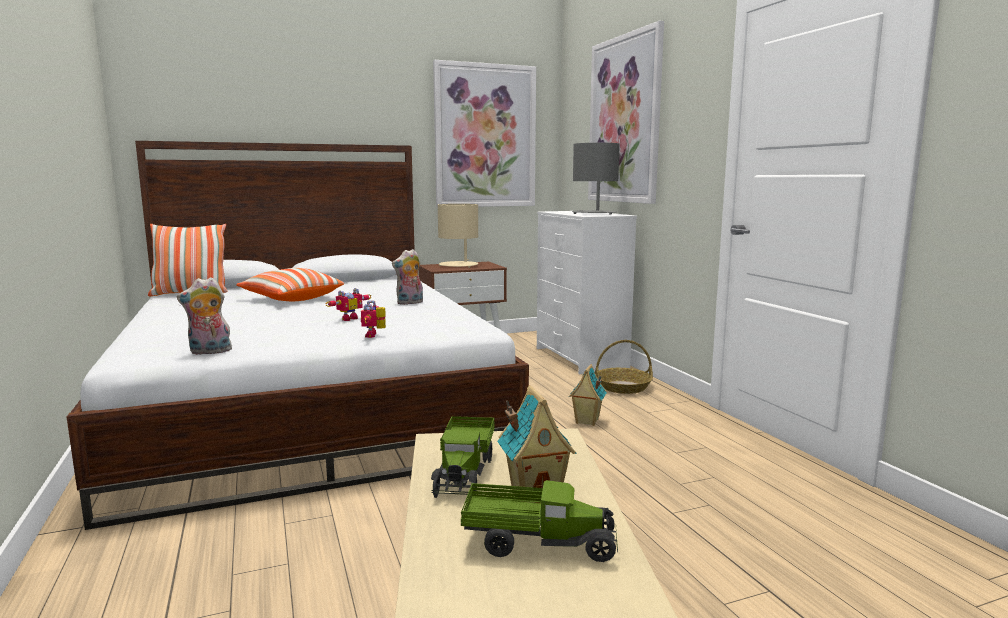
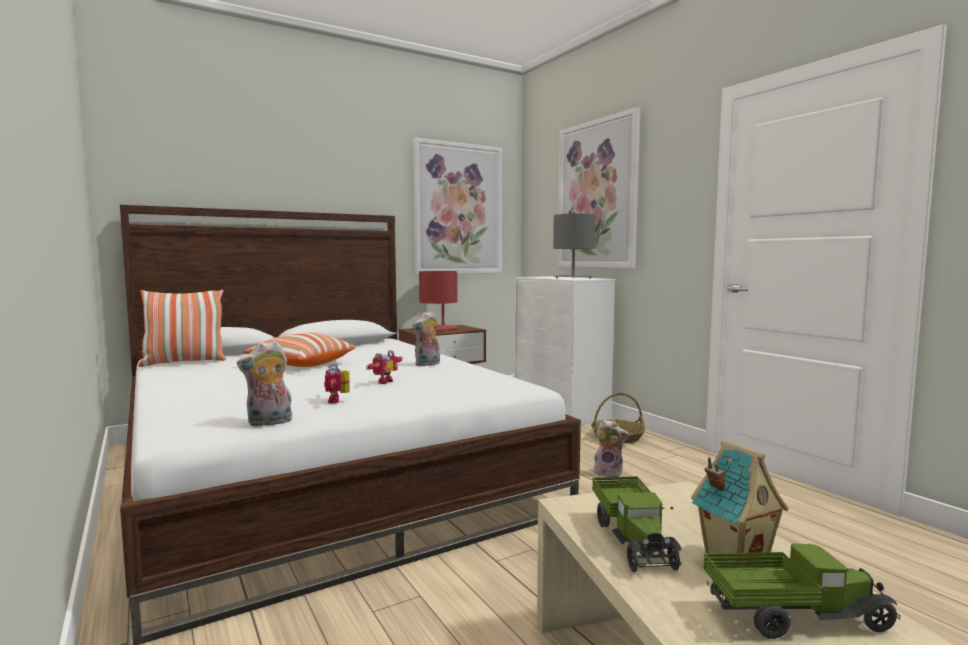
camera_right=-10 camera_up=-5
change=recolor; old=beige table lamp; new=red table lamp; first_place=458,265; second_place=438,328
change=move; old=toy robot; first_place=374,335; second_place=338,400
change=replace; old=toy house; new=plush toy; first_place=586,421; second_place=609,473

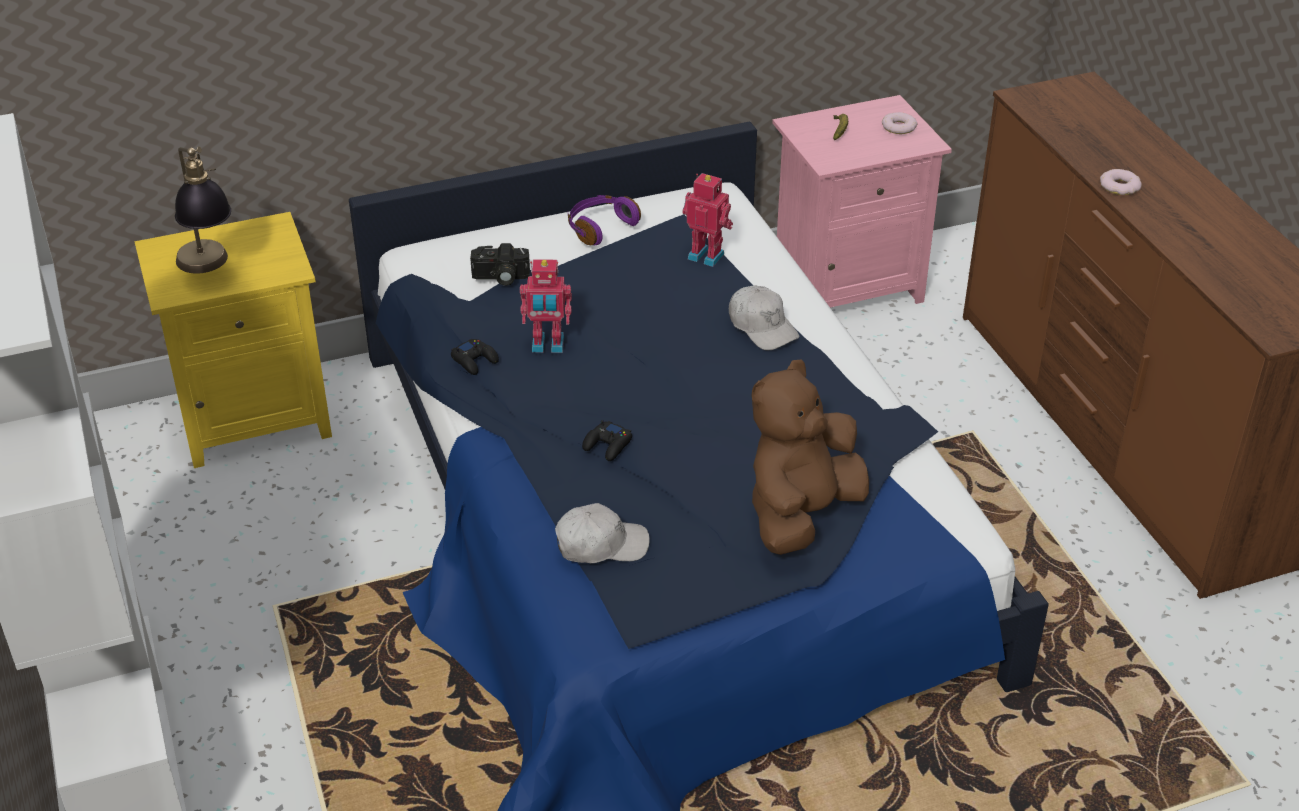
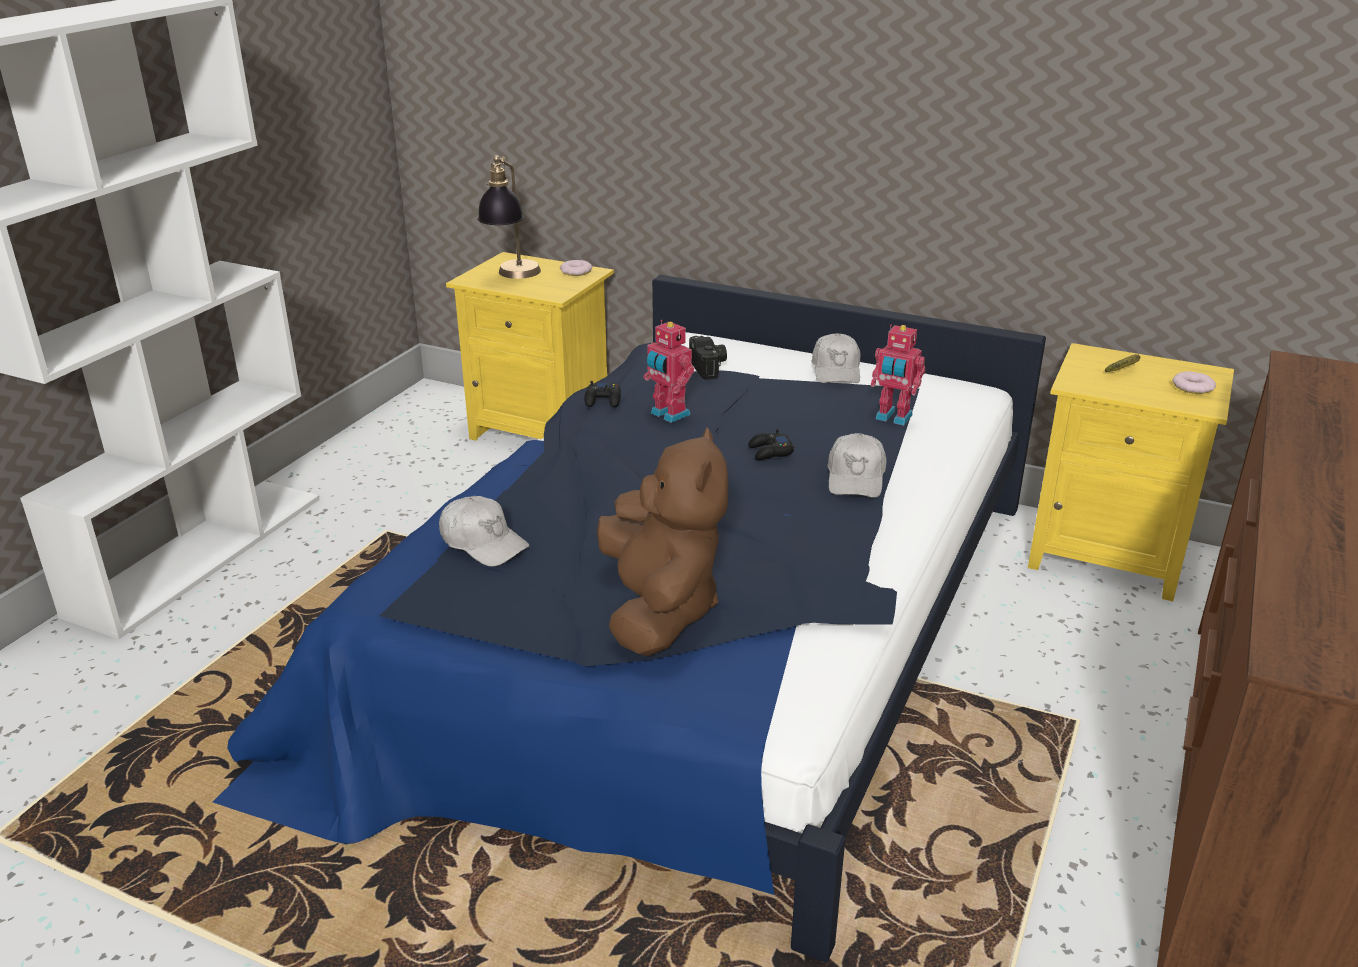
camera_right=45 camera_up=-10
change=recolor; old=pink nightstand; new=yellow nightstand; first_place=846,287; second_place=1106,556
change=move; old=donut; first_place=1120,186; second_place=576,272
change=rotate; old=toy robot; first_place=707,255; second_place=893,418; degrees=135
change=replace; old=purple headphones; new=white cap; first_place=600,227; second_place=836,370
change=rotate; old=photo camera; first_place=500,278; second_place=709,367; degrees=-150
change=rotate; old=brown plush toy; first_place=801,515; second_place=659,610; degrees=90
change=move; old=black game controller; first_place=608,445; second_place=770,452

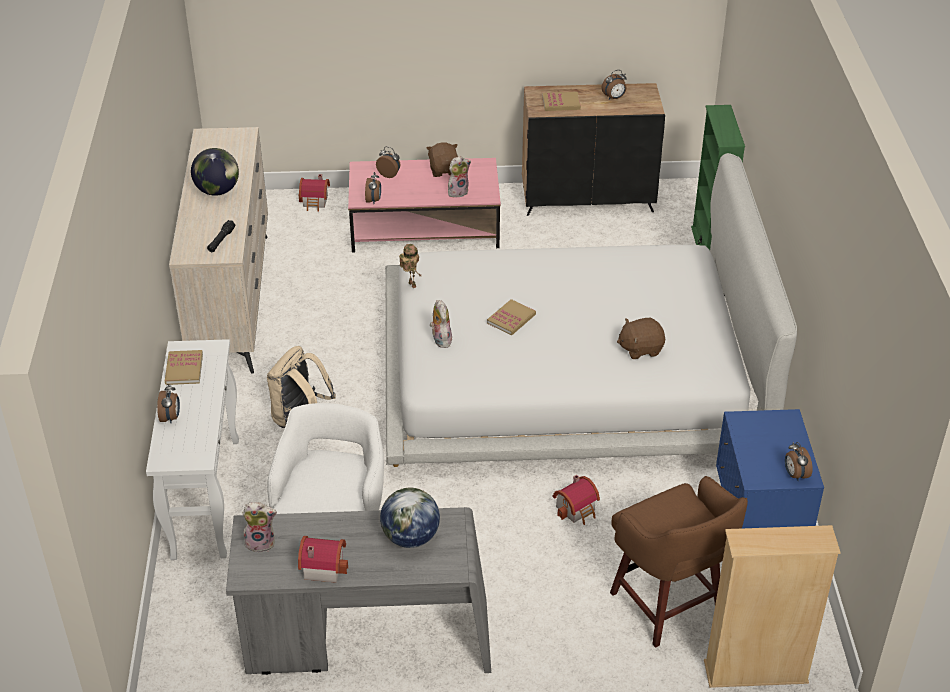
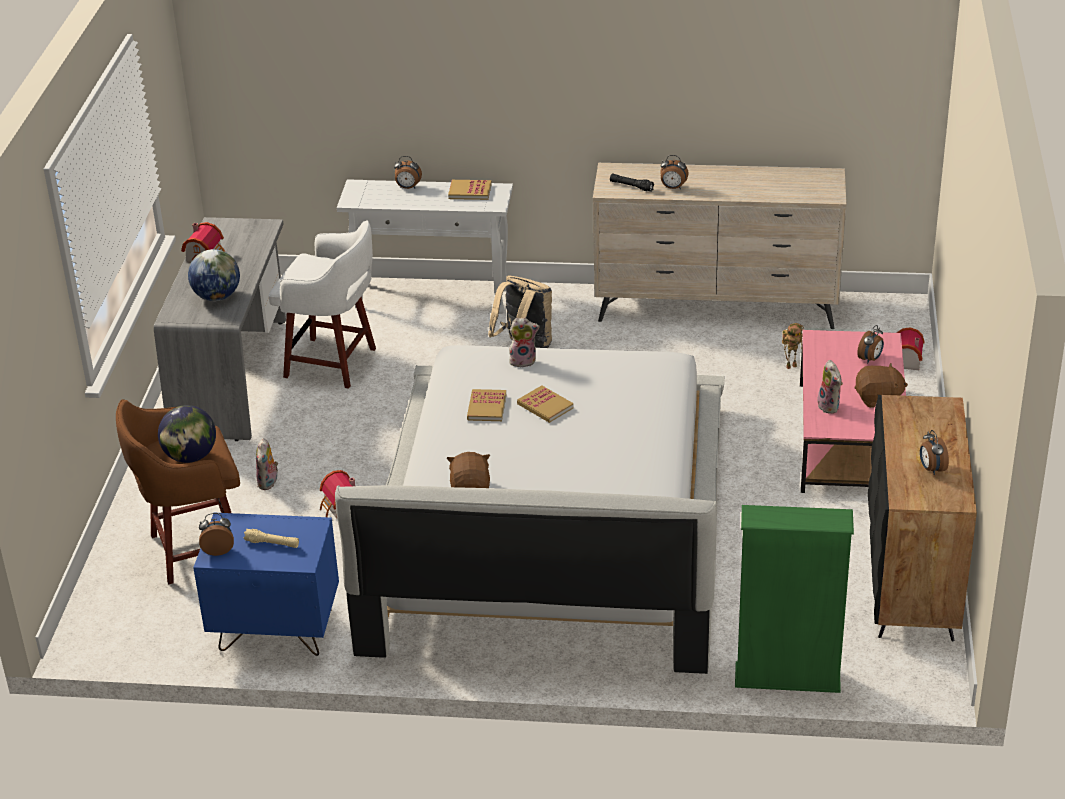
camera_right=100 camera_up=-5
change=move; old=book; first_place=561,103; second_place=486,407
change=move; old=globe; first_place=218,191; second_place=190,457
change=move; old=alarm clock; first_place=374,200; second_place=673,188
change=move; old=toy robot; first_place=410,285; second_place=791,366
change=move; old=plush toy; first_place=261,542; second_place=269,483
change=delete; old=beige bookcase; first_place=755,672
change=insert; new=beige flashlight; second_place=272,543

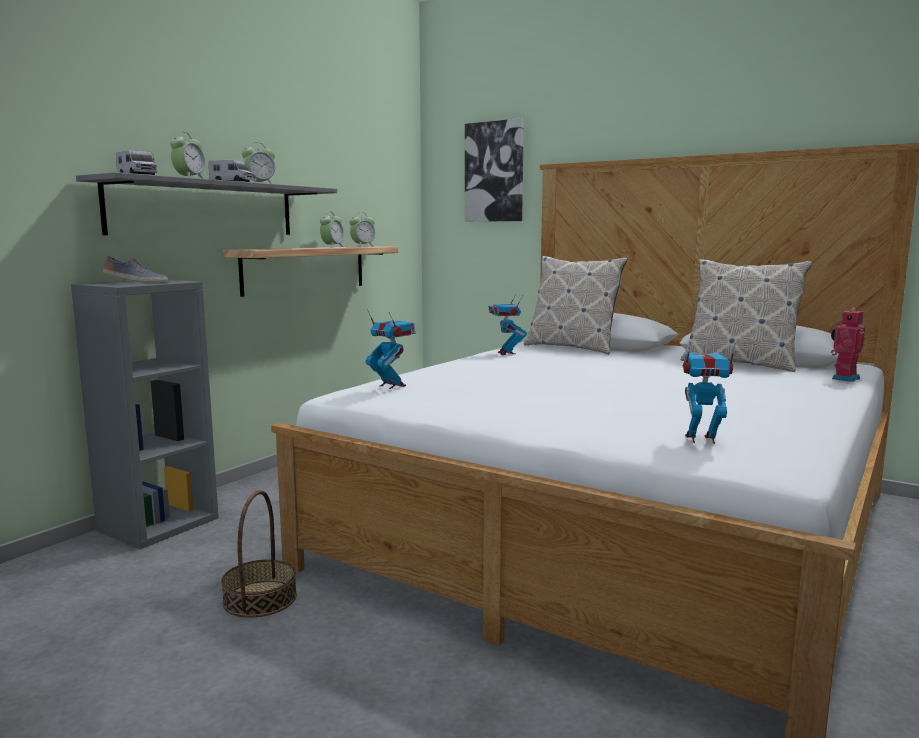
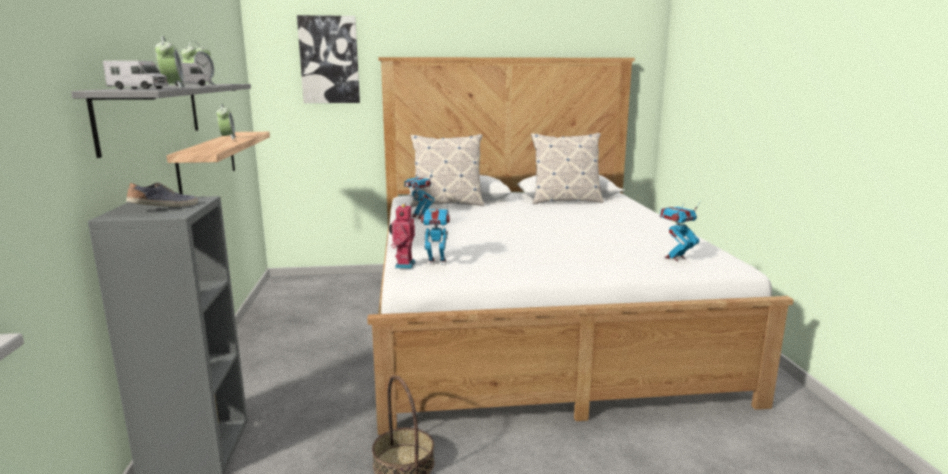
camera_right=-40 camera_up=5
change=delete; old=alarm clock; first_place=363,246
change=move; old=toy robot; first_place=843,378; second_place=403,265

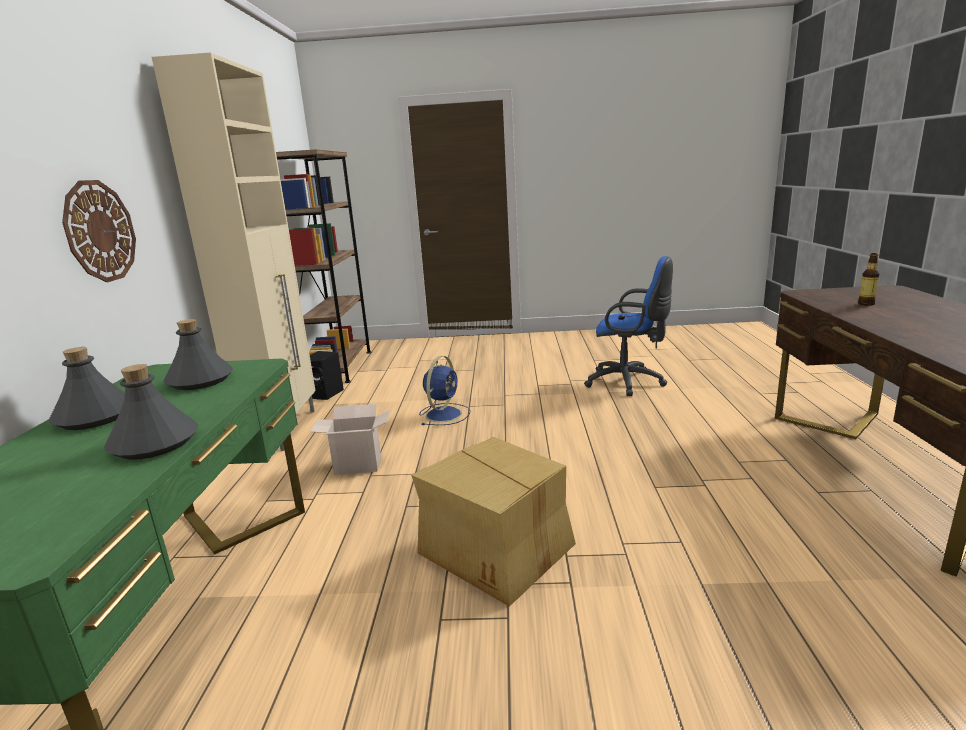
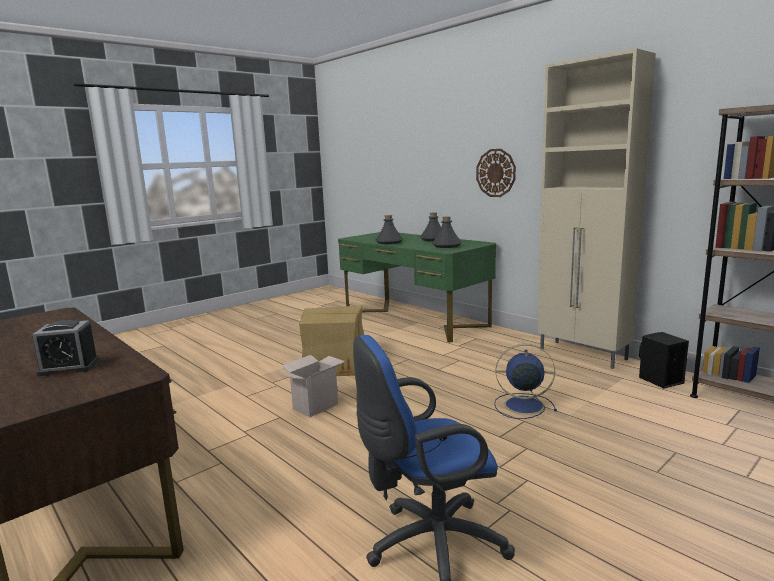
camera_right=135 camera_up=-5
change=replace; old=bottle; new=alarm clock; first_place=866,304; second_place=69,367
change=rotate; old=blue fan; first_place=444,414; second_place=522,405; degrees=120
change=move; old=cardboard box; first_place=356,466; second_place=316,406

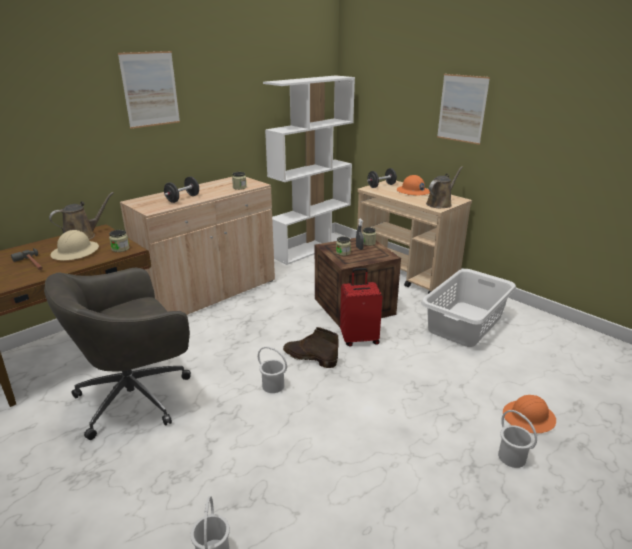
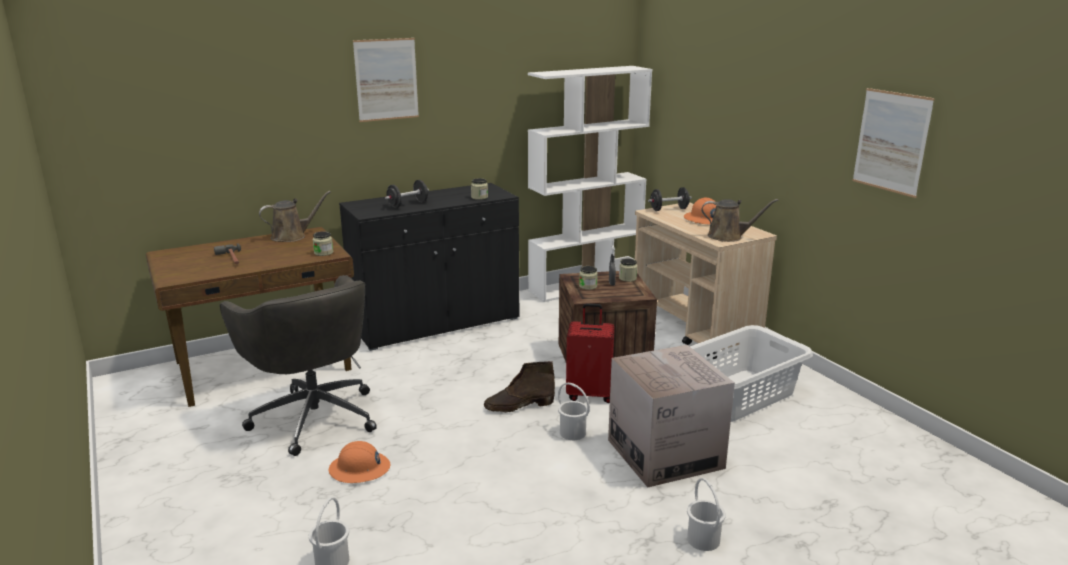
camera_right=15 camera_up=-5
change=move; old=picture; first_place=462,108; second_place=891,142
change=rotate; old=brown watering can; first_place=440,204; second_place=728,237; degrees=45
change=recolor; old=beige cabinet; new=black cabinet; first_place=210,293; second_place=436,323
change=delete; old=beige hard hat; first_place=76,252
change=rotate; old=grey office chair; first_place=137,396; second_place=314,416; degrees=-105
change=rotate; old=brown boot; first_place=309,357; second_place=518,405; degrees=-60
change=move; old=white bucket; first_place=273,385; second_place=573,433
change=move; old=orange hard hat; first_place=529,418; second_place=359,469
change=insert; new=cardboard box; second_place=665,454

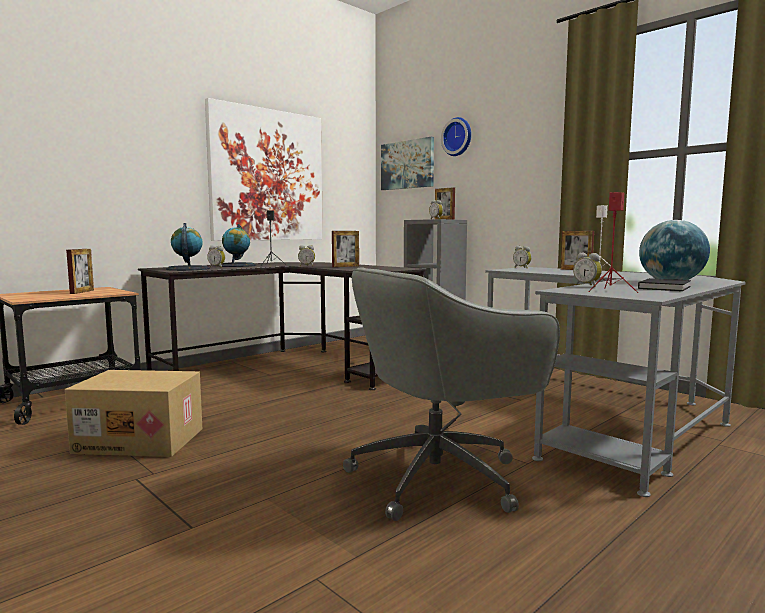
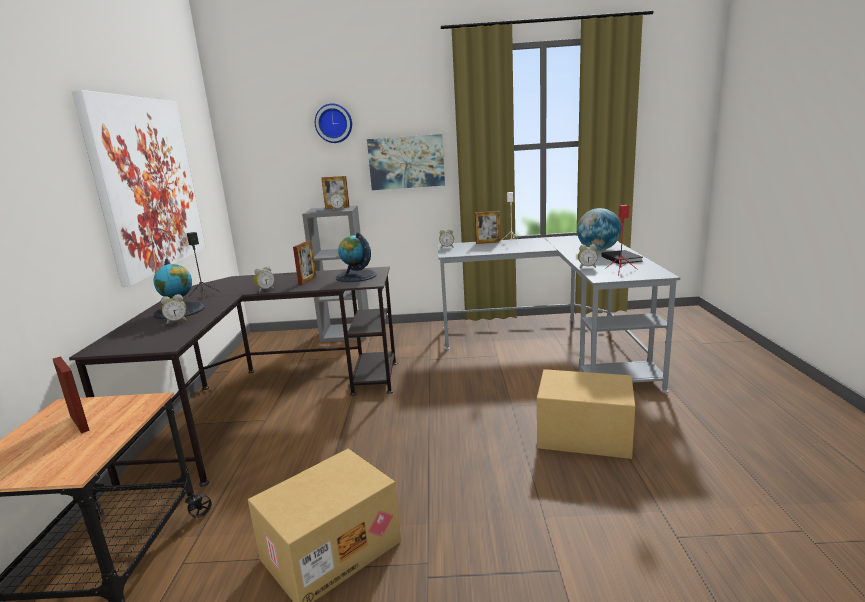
camera_right=-45 camera_up=10
change=move; old=picture; first_place=407,165; second_place=406,162
change=move; old=globe; first_place=187,269; second_place=356,276
change=replace; old=grey office chair; new=cardboard box; first_place=440,477; second_place=583,436

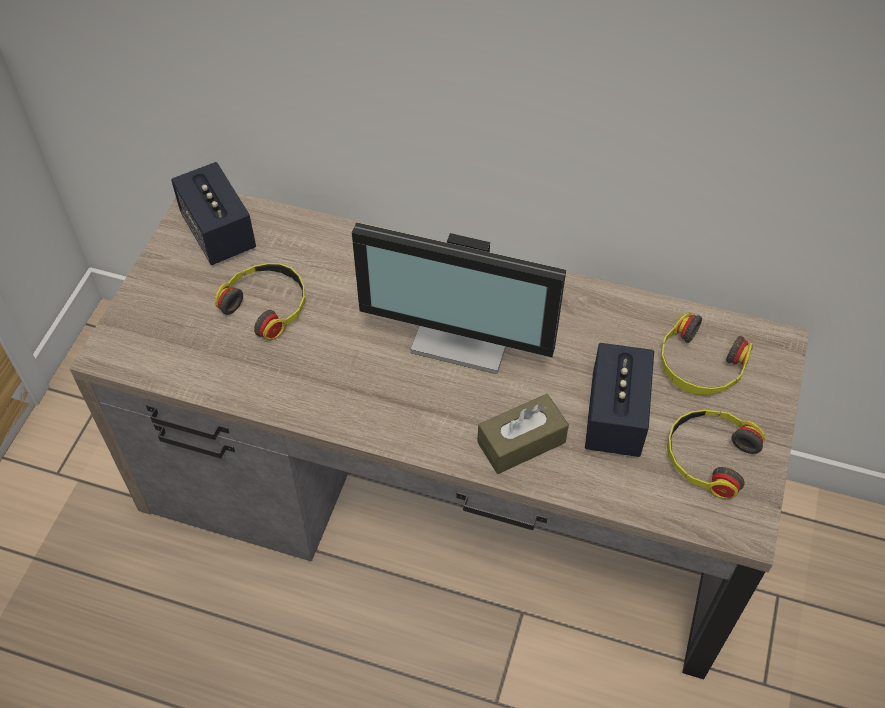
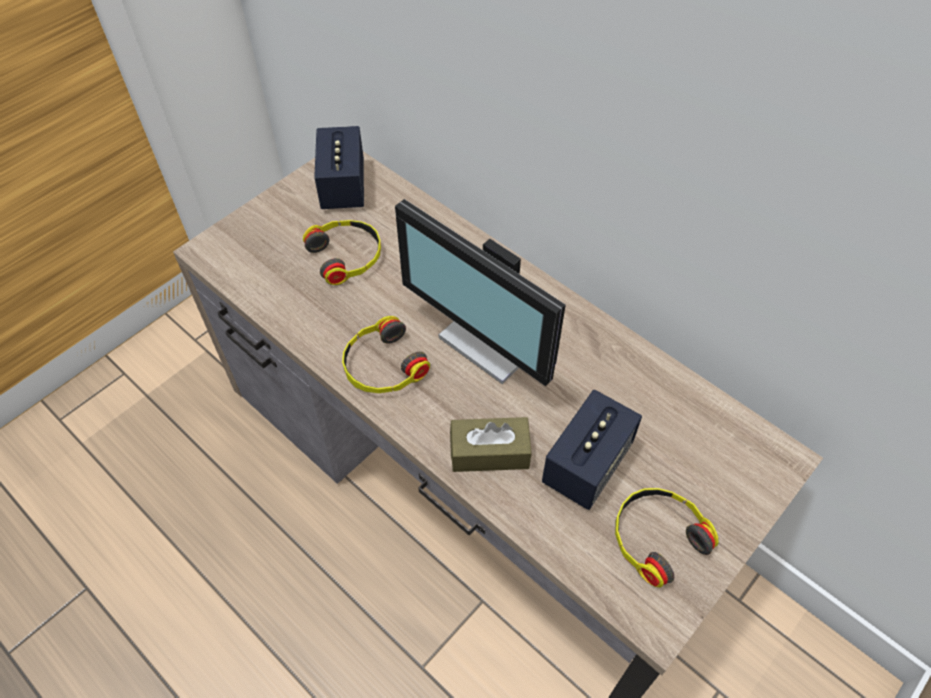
camera_right=25 camera_up=0
change=move; old=headphones; first_place=699,365; second_place=383,366

